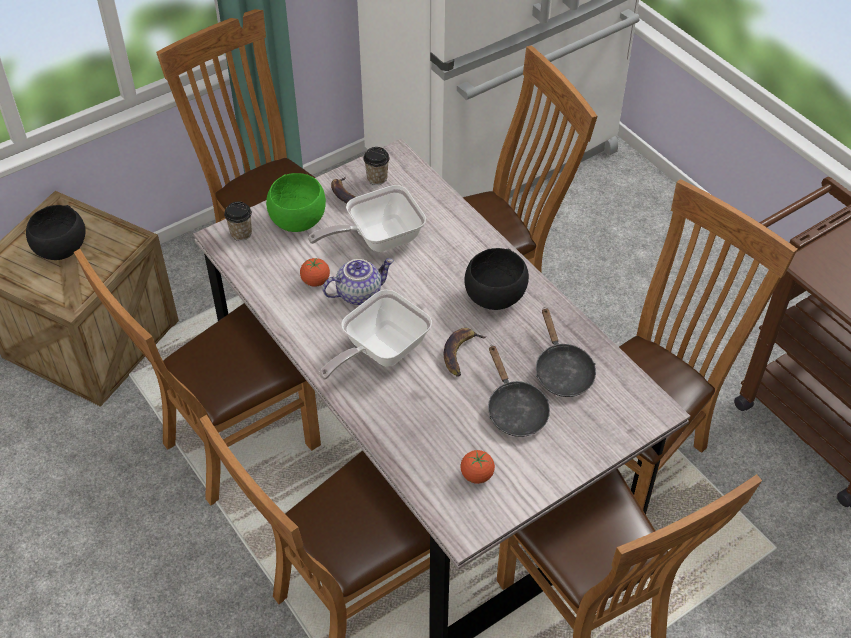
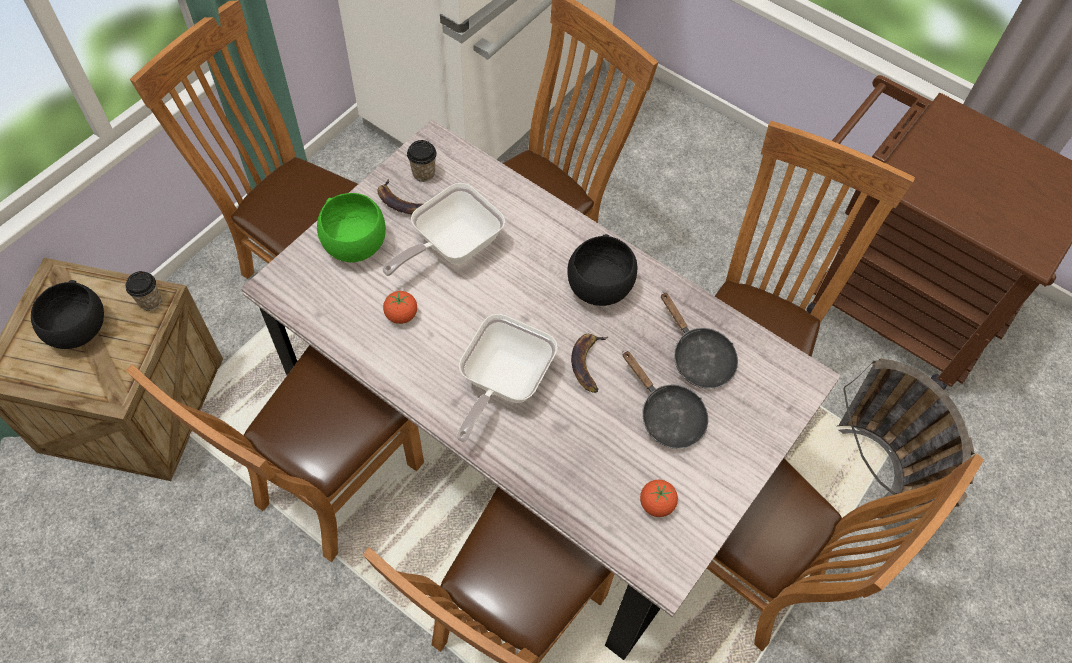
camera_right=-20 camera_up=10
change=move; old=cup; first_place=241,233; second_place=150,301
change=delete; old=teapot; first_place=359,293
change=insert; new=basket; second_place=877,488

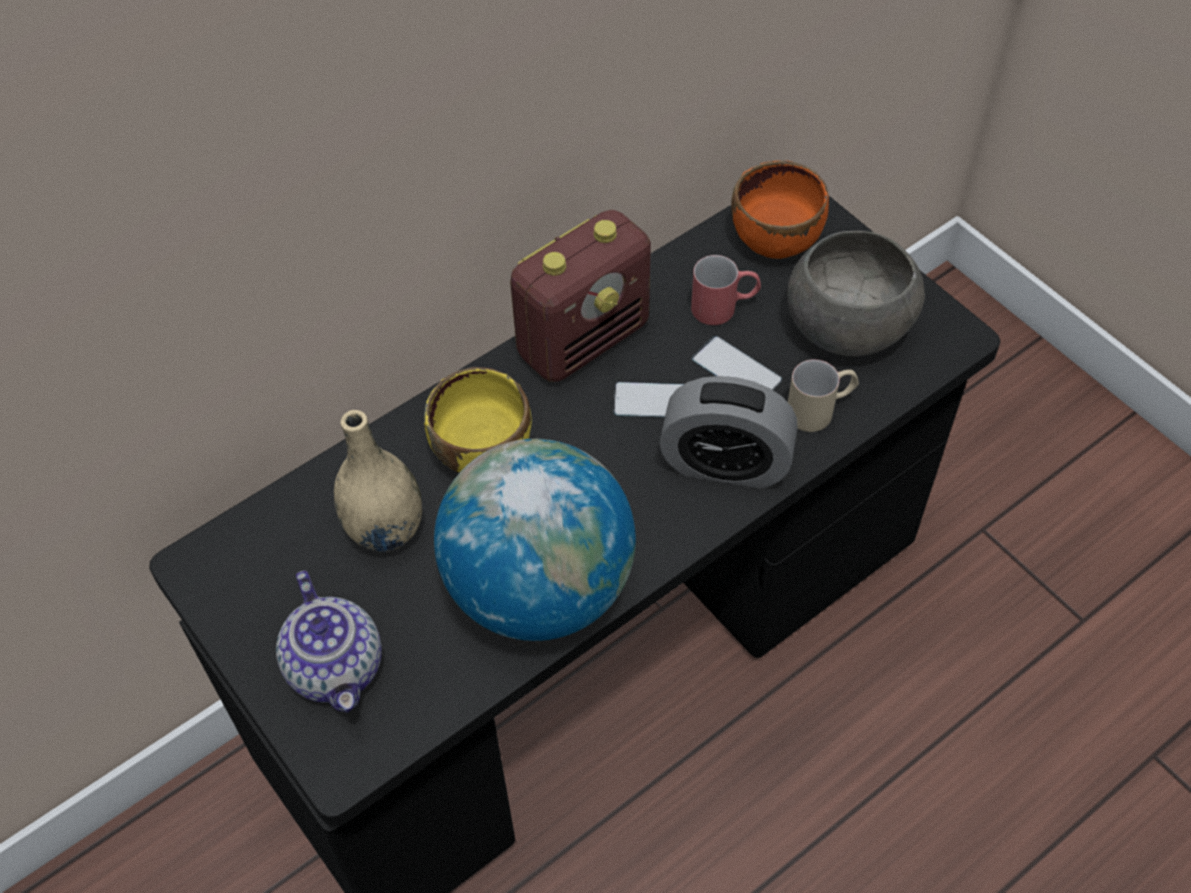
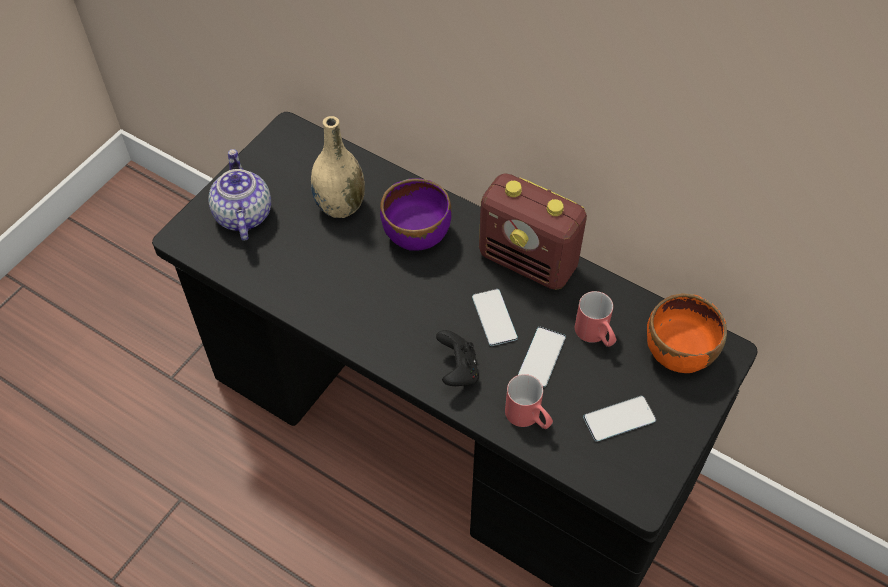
camera_right=70 camera_up=0
change=replace; old=grey bowl; new=phone; first_place=848,323; second_place=619,419
change=recolor; old=beige mug; new=red mug; first_place=820,409; second_place=528,418
change=recolor; old=yellow bowl; new=purple bowl; first_place=483,449; second_place=416,234
change=replace; old=alarm clock; new=black game controller; first_place=725,463; second_place=458,370
change=delete; old=globe; first_place=539,588
change=rotate; old=teapot; first_place=337,667; second_place=242,214; degrees=120

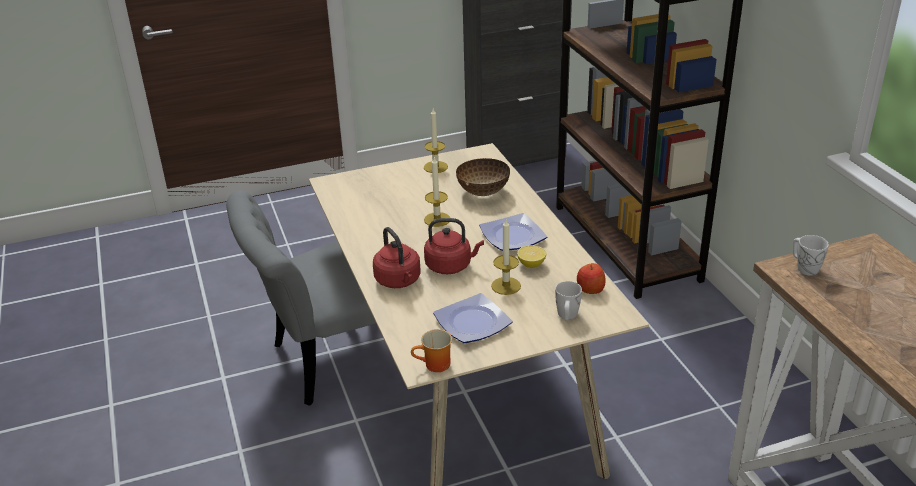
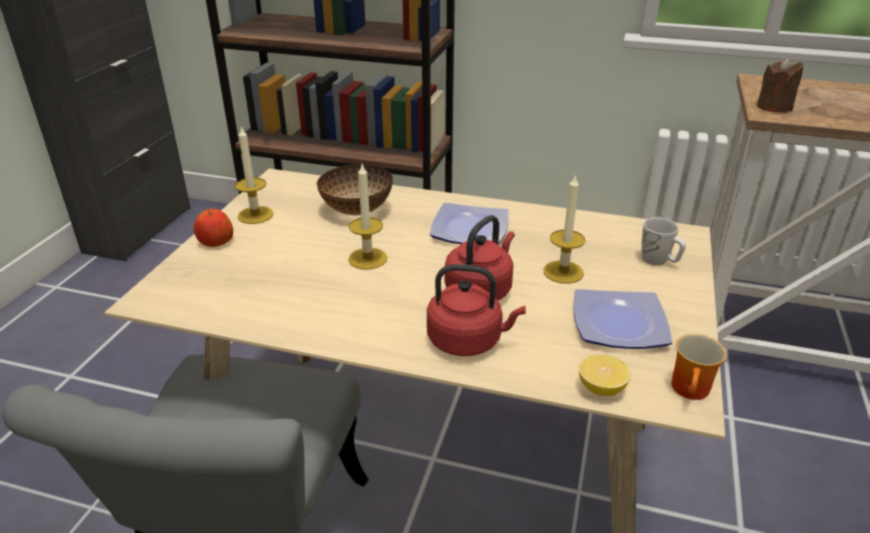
camera_right=-55 camera_up=0
change=replace; old=white mug; new=brown candle; first_place=804,267; second_place=774,107
change=move; old=lemon; first_place=531,264; second_place=601,388
change=move; old=apple; first_place=590,289; second_place=215,242

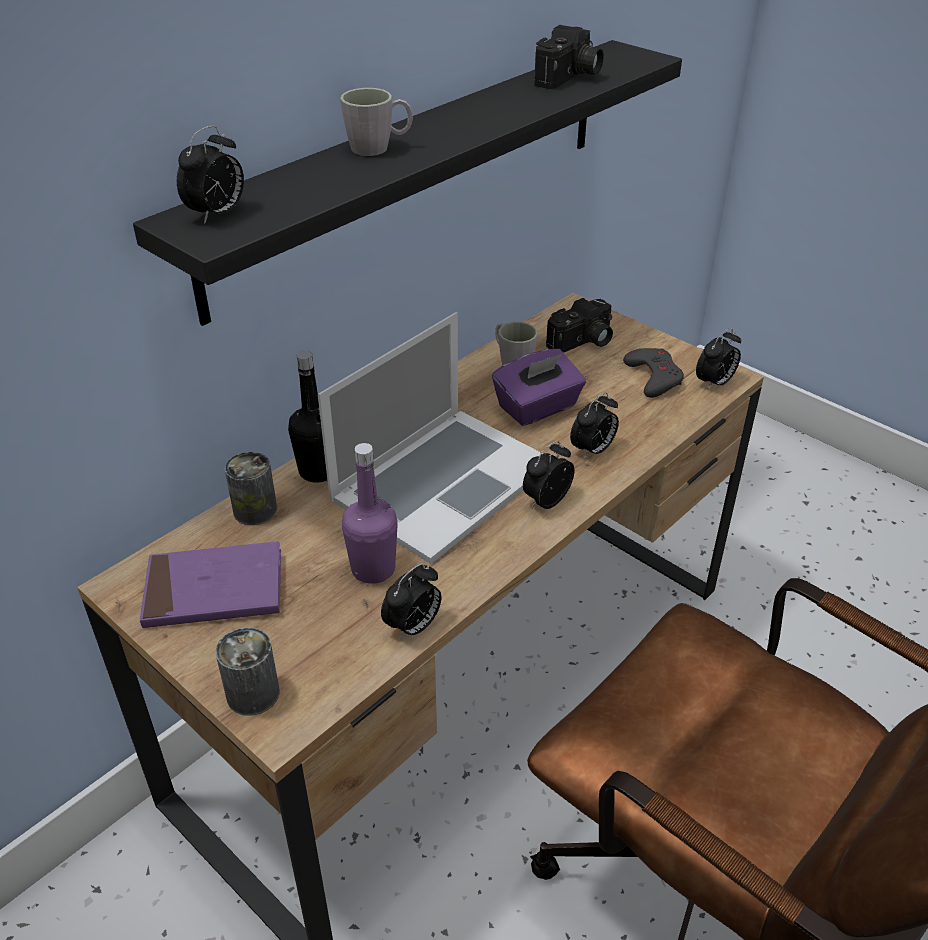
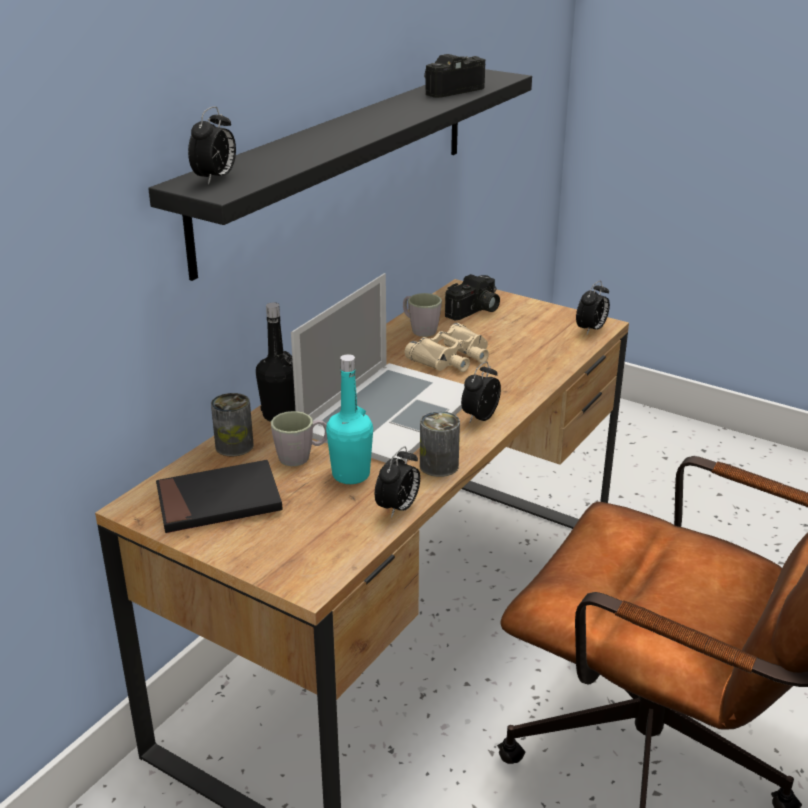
camera_right=-10 camera_up=-10
change=rotate; old=photo camera; first_place=569,77; second_place=450,89; degrees=-150
change=move; old=grey mug; first_place=379,148; second_place=301,457
change=delete; old=grey game controller; first_place=653,377
change=replace; old=purple tissue box; new=beige binoculars; first_place=538,407; second_place=452,357
change=delete; old=alarm clock; first_place=593,450
change=recolor; old=purple bottle; new=turquoise bottle; first_place=373,569; second_place=351,475
change=recolor; old=purple book; new=black book; first_place=214,590; second_place=219,502
change=move; old=can; first_place=253,693; second_place=439,465

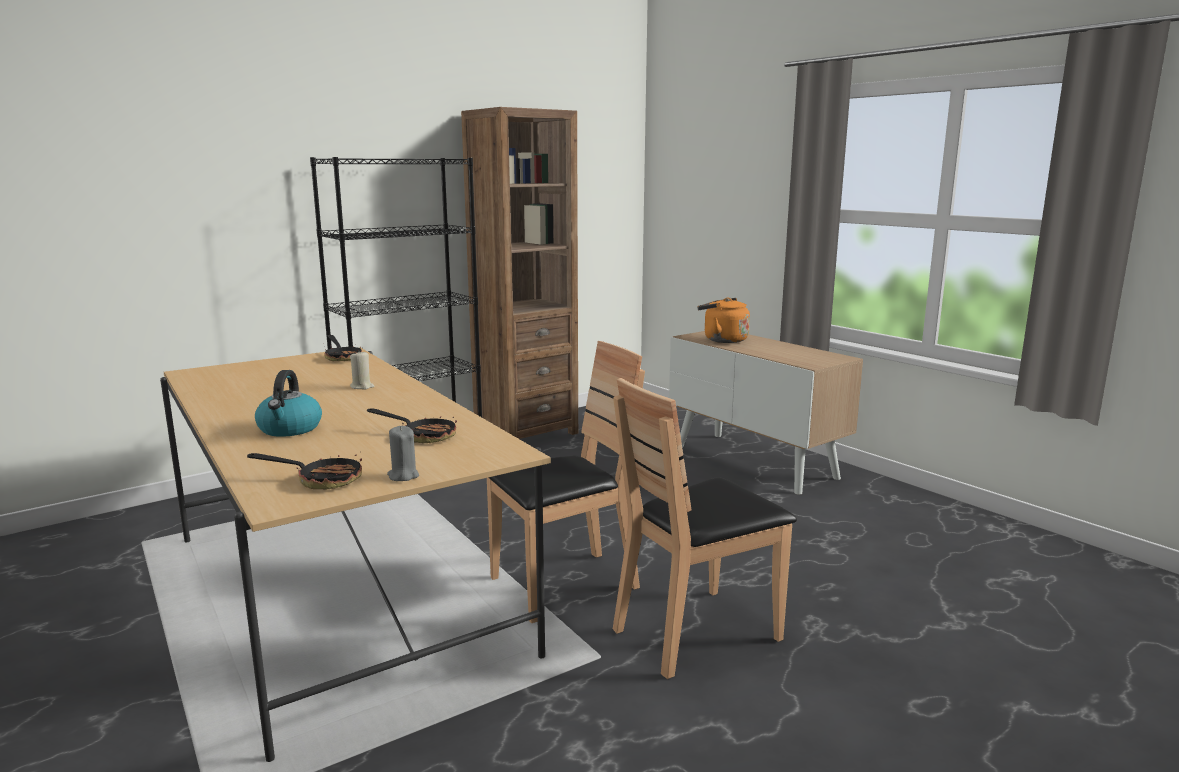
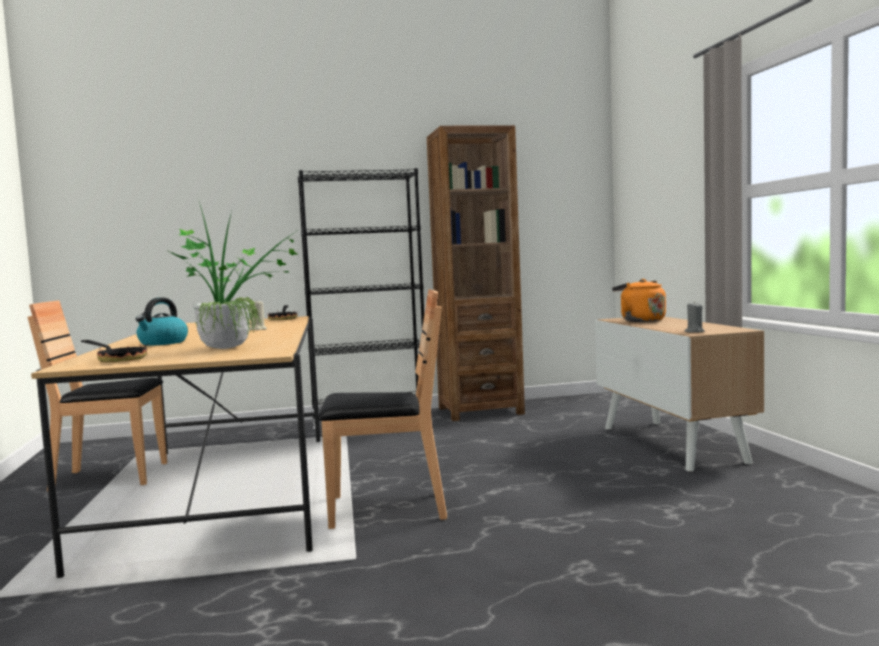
camera_right=25 camera_up=-10
change=move; old=brown chair; first_place=696,632; second_place=111,477
change=replace; old=frying pan; new=potted plant; first_place=422,436; second_place=233,346
change=move; old=grey candle; first_place=403,476; second_place=694,331

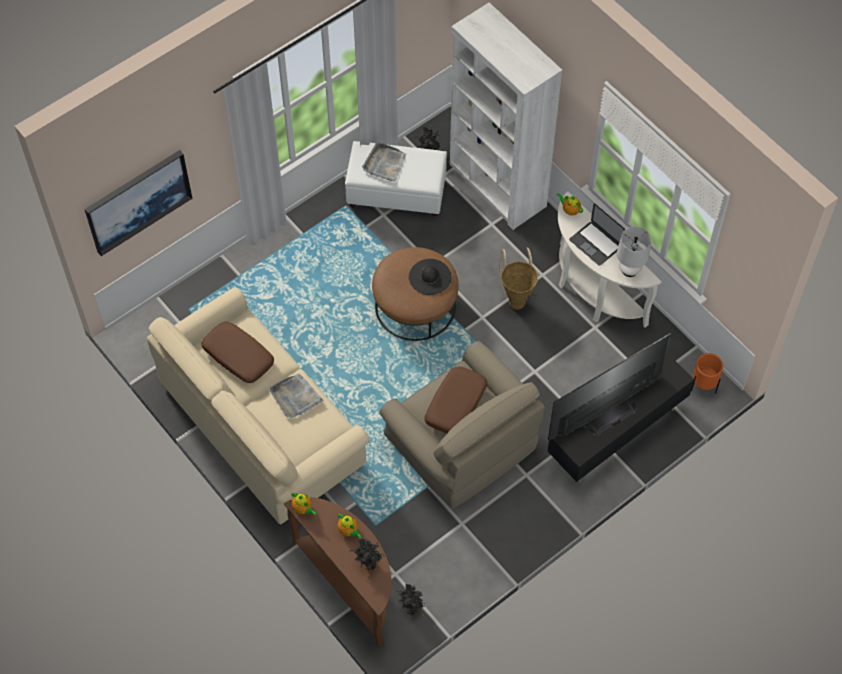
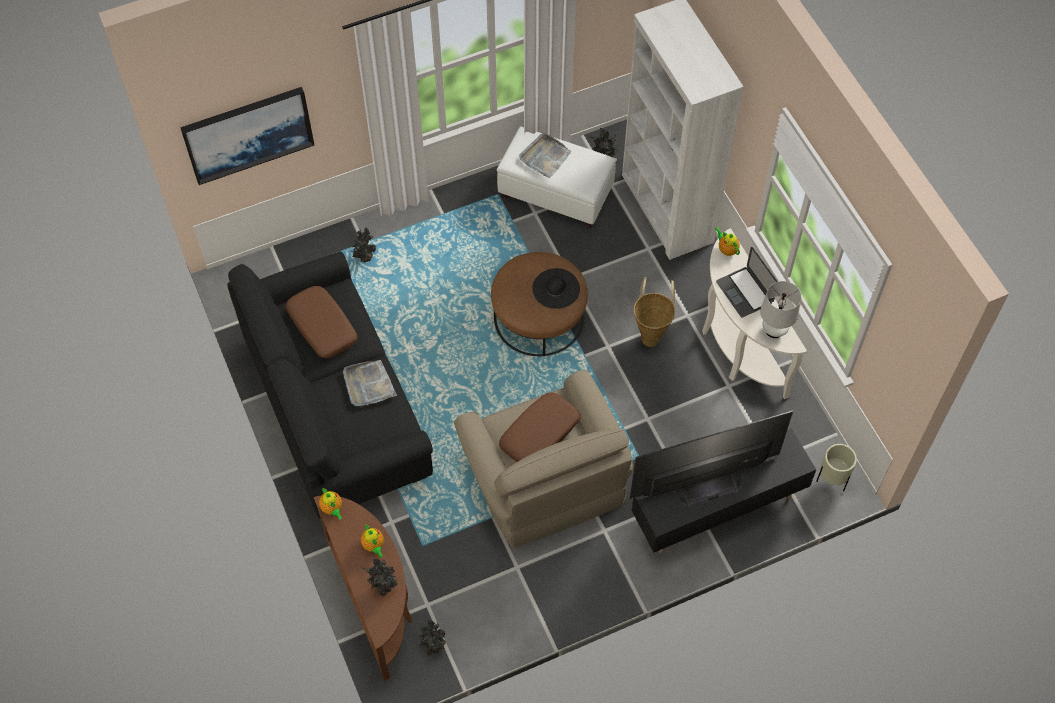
camera_right=15 camera_up=0
change=recolor; old=beige sofa; new=black sofa; first_place=262,424; second_place=336,406
change=recolor; old=orange planter; new=beige planter; first_place=703,386; second_place=832,480
change=insert; new=potted plant; second_place=364,257

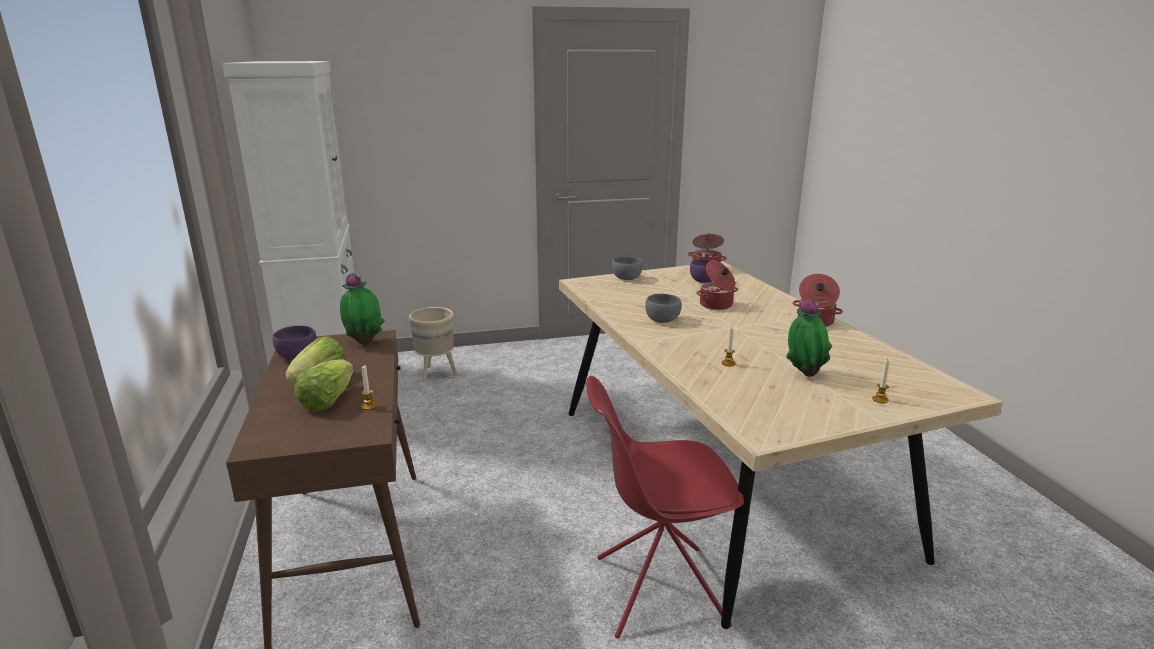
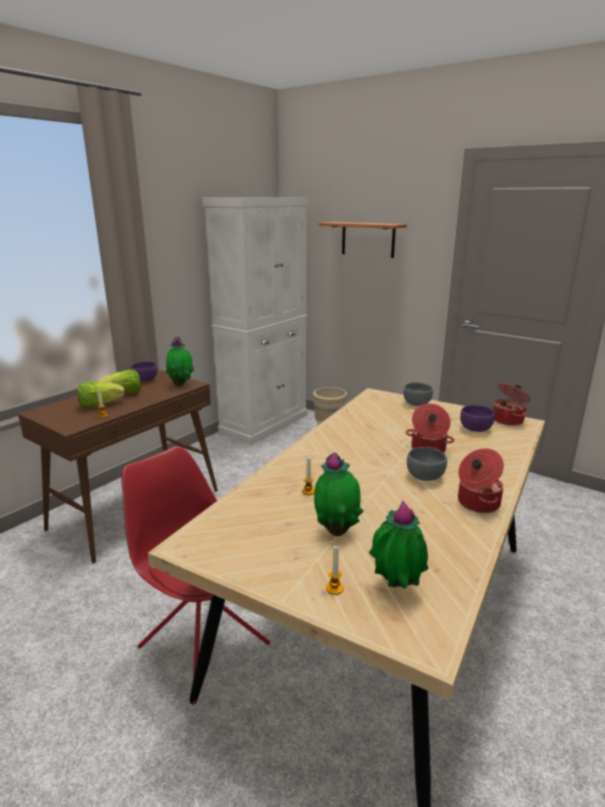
camera_right=50 camera_up=0
change=move; old=grey bowl; first_place=662,319; second_place=425,476
change=insert; new=shelf; second_place=368,239
change=insert; new=potted plant; second_place=395,588

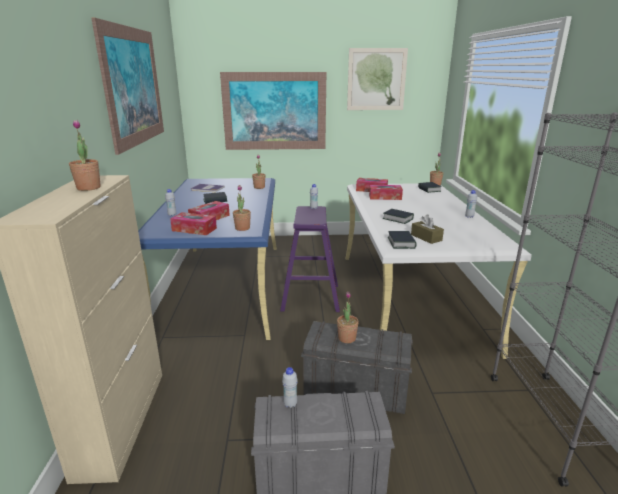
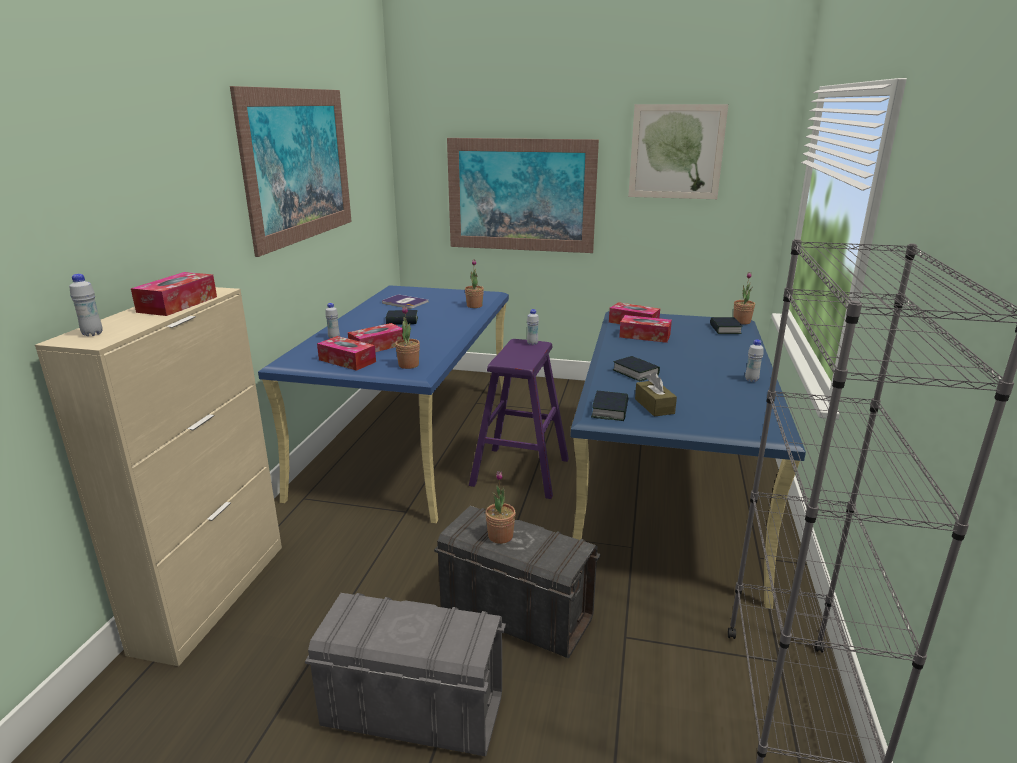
camera_right=15 camera_up=0
change=replace; old=potted plant; new=tissue box; first_place=88,188; second_place=178,304
change=recolor; old=white desk; new=blue desk; first_place=410,298; second_place=667,494
change=move; old=white bottle; first_place=290,404; second_place=92,334

